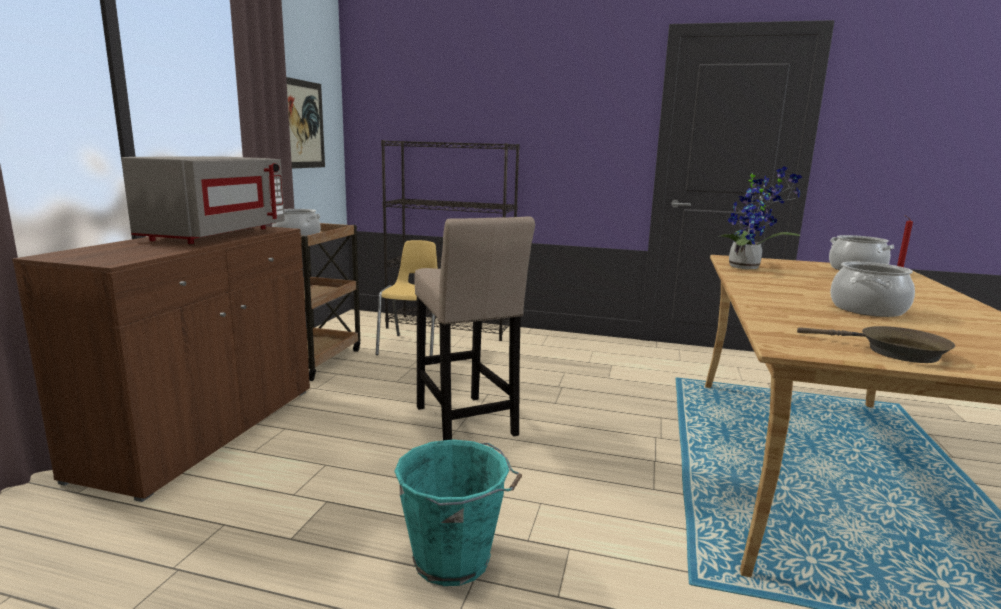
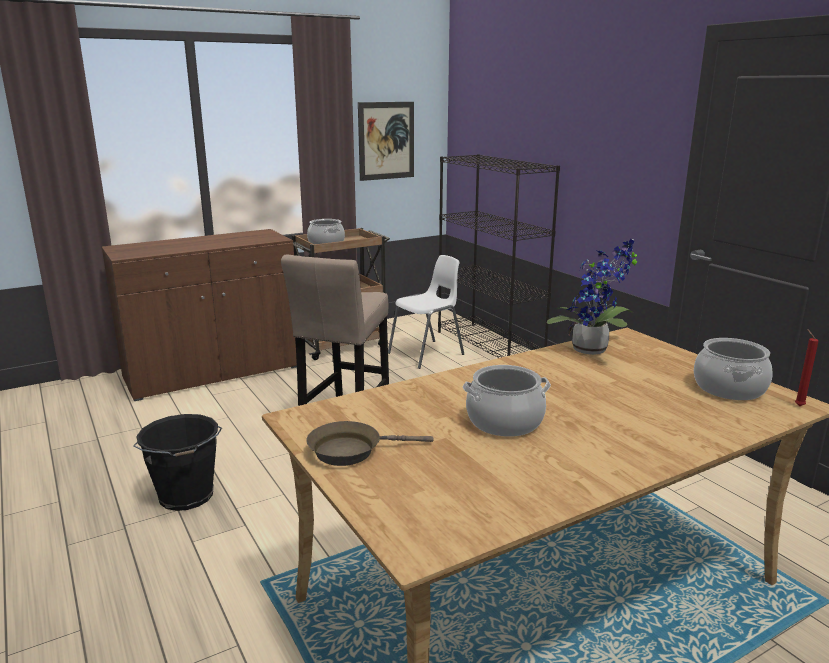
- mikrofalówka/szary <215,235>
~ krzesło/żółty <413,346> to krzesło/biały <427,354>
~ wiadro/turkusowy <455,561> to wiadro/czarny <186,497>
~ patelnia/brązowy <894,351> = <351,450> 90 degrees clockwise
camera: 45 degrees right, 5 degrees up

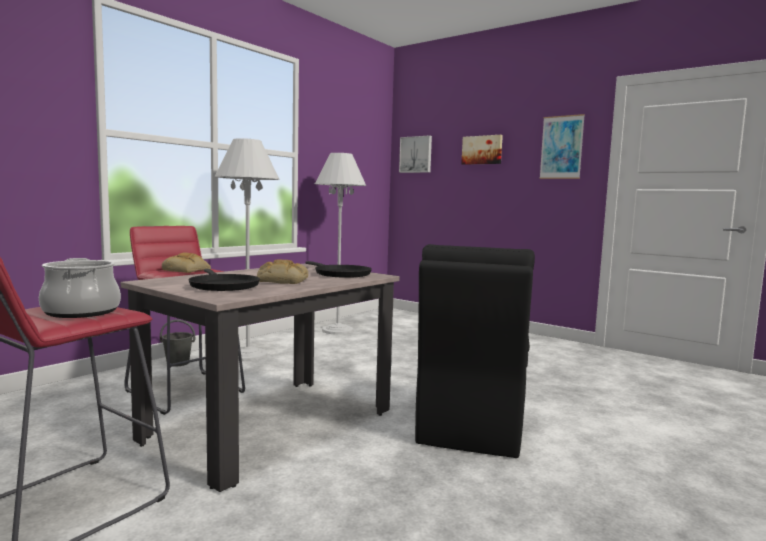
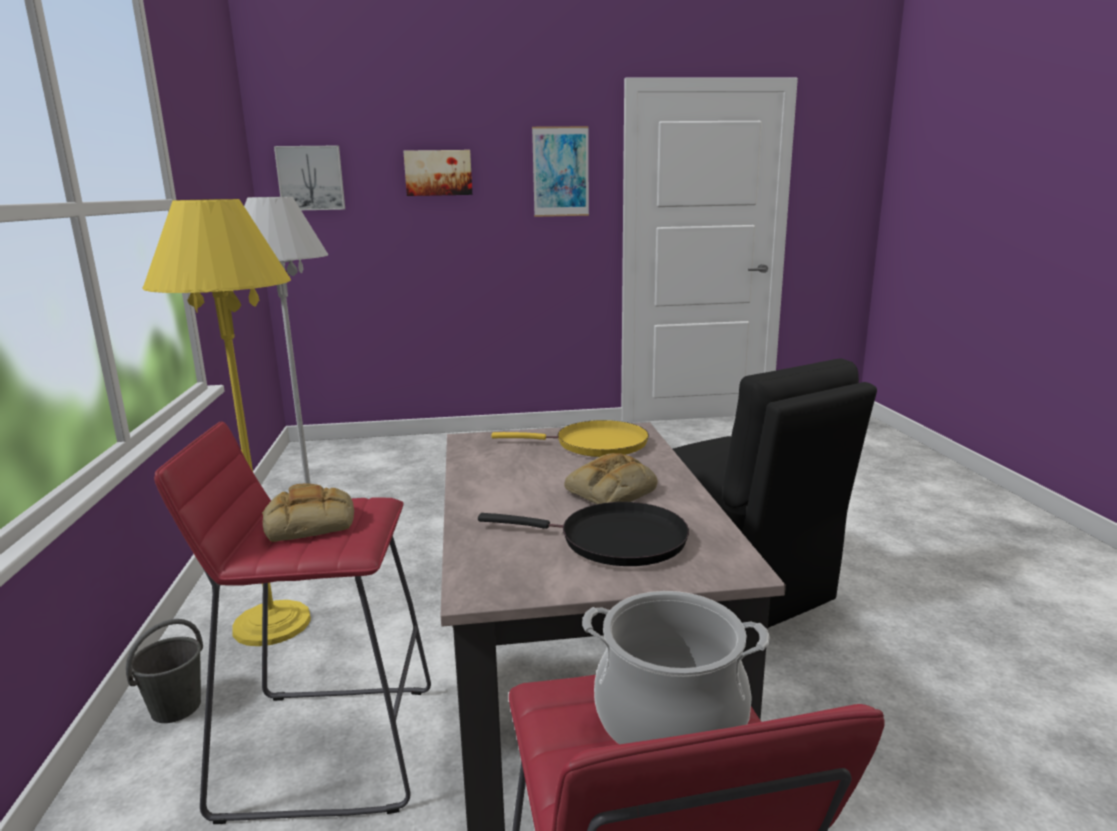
~ lampa stojąca/biały <248,355> to lampa stojąca/żółty <272,624>
~ patelnia/czarny <340,274> to patelnia/żółty <595,444>
camera: 45 degrees left, 10 degrees up

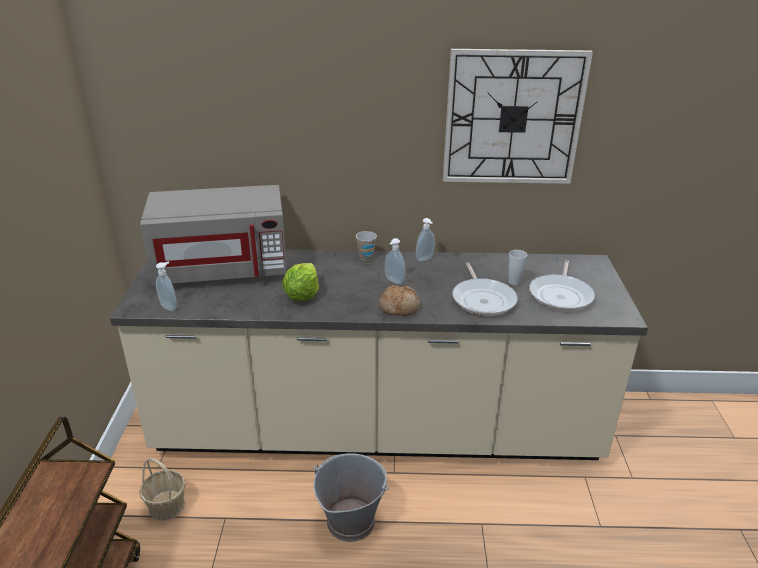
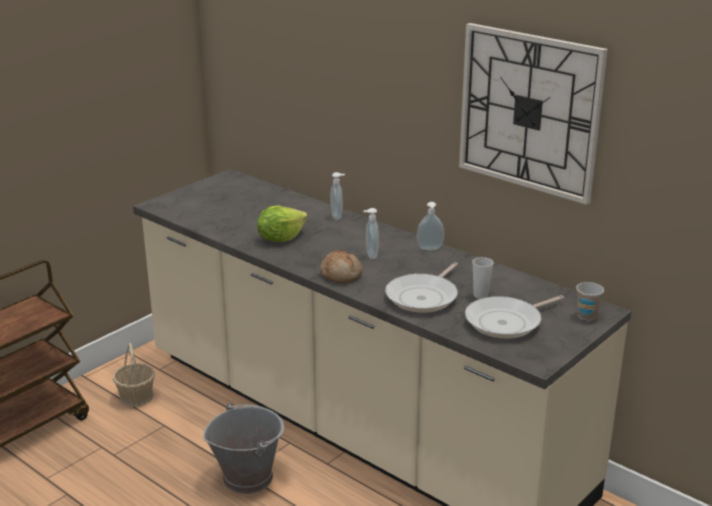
- mikrofalówka/szary <223,268>
~ dozownik mydła <169,306> to <337,216>
~ filiżanka <366,257> to <586,316>
camera: 40 degrees right, 5 degrees down

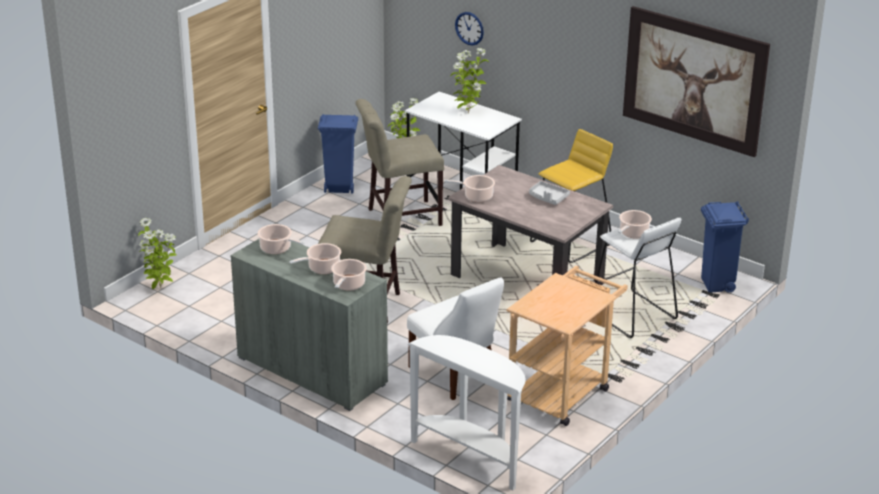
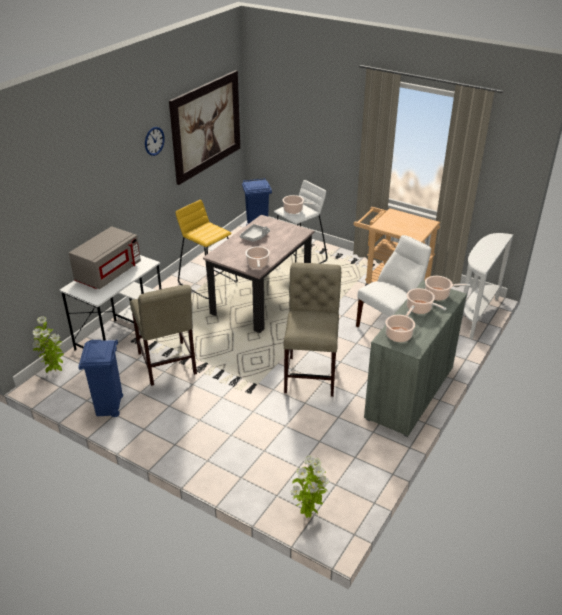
~ roślina doniczkowa <467,112> to mikrofalówka/szary <108,273>
~ zegar ścienny <469,28> to <154,141>
camera: 95 degrees left, 5 degrees up

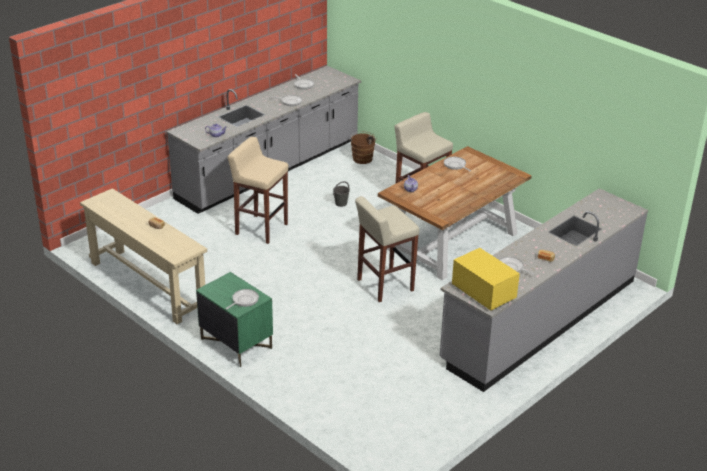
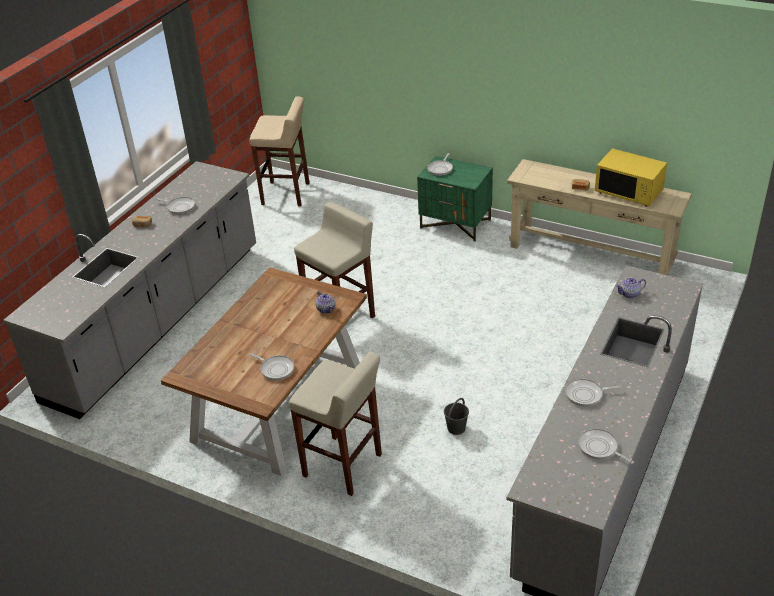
~ stołek/beżowy <260,229> to <286,194>
- wiadro/brązowy <362,158>
~ mikrofalówka/żółty <483,293> to <629,192>
camera: 165 degrees right, 5 degrees up

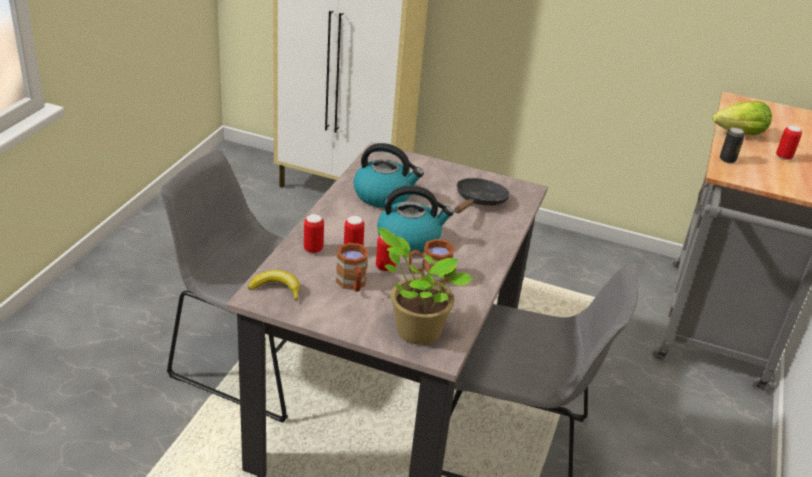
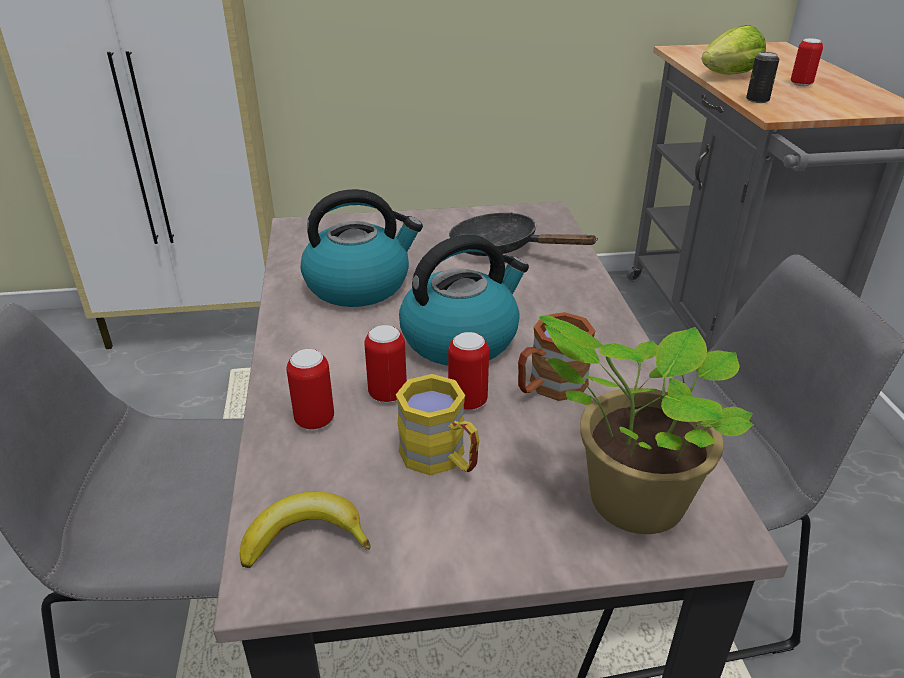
~ kubek/brązowy <352,284> to kubek/żółty <441,459>
~ patelnia/czarny <478,202> = <502,248> 60 degrees counterclockwise
camera: 25 degrees left, 0 degrees up

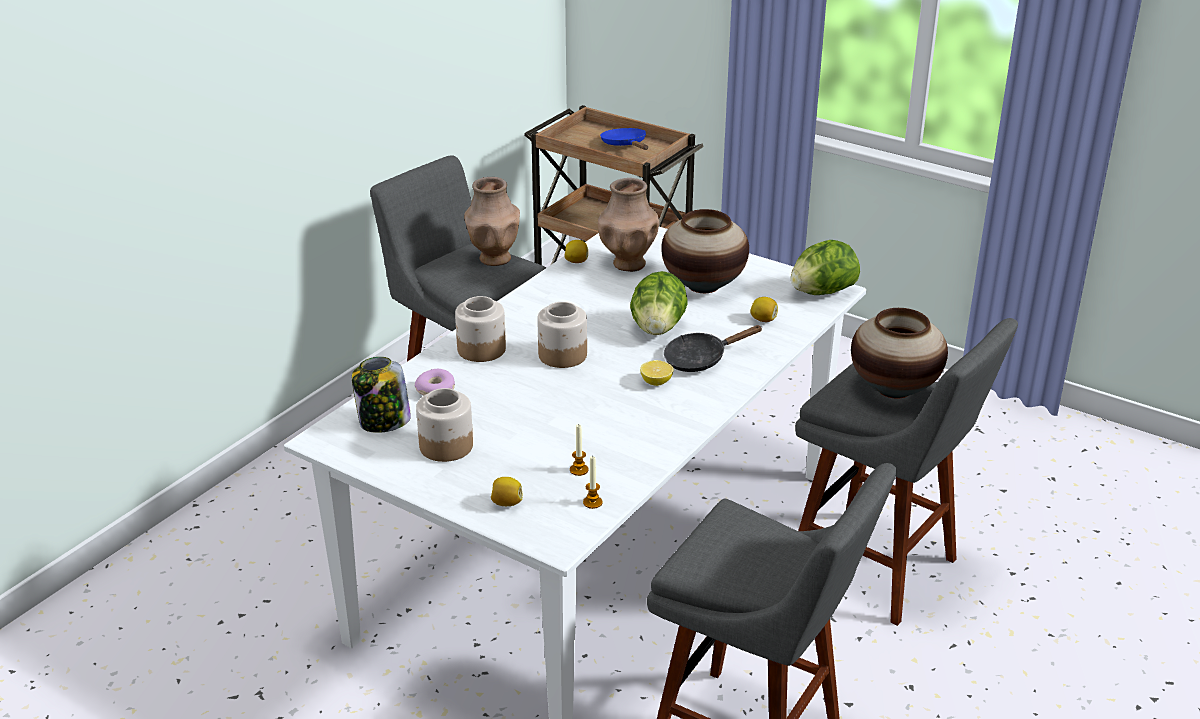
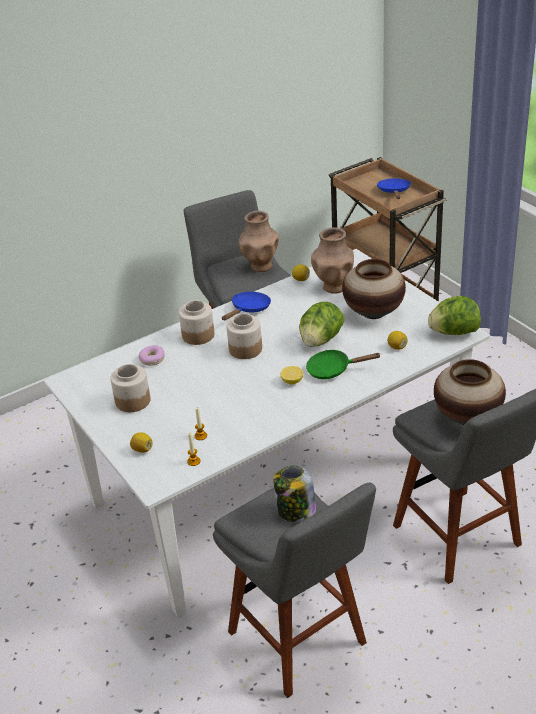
~ słoik <383,422> to <295,511>
~ patelnia/czarny <700,359> to patelnia/zielony <333,370>
+ patelnia/niebieski <249,309>
camera: 25 degrees right, 5 degrees up

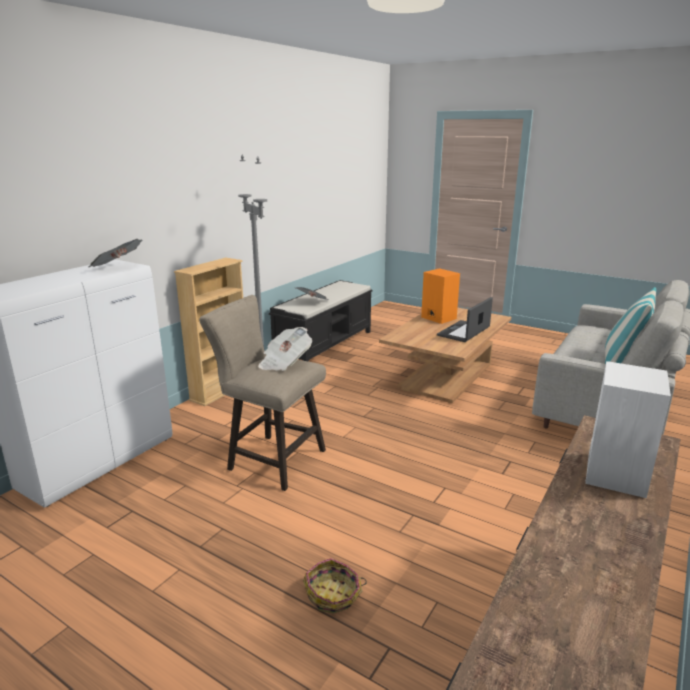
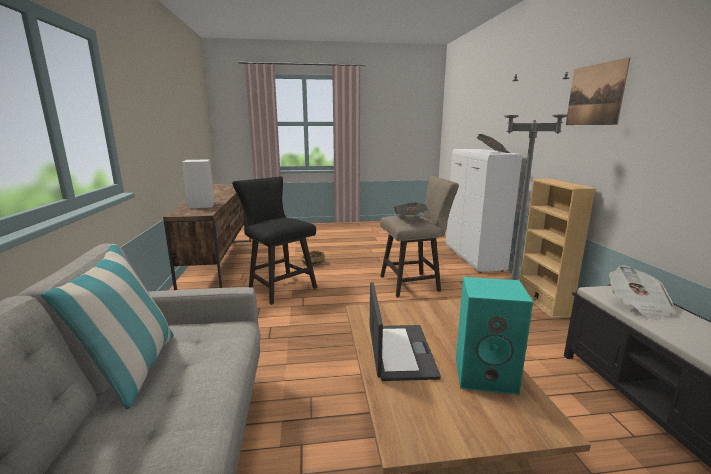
~ głośnik/pomarańczowy <437,318> to głośnik/turkusowy <486,374>
+ stołek/czarny <279,287>
+ obraz <595,95>
camera: 140 degrees right, 5 degrees down

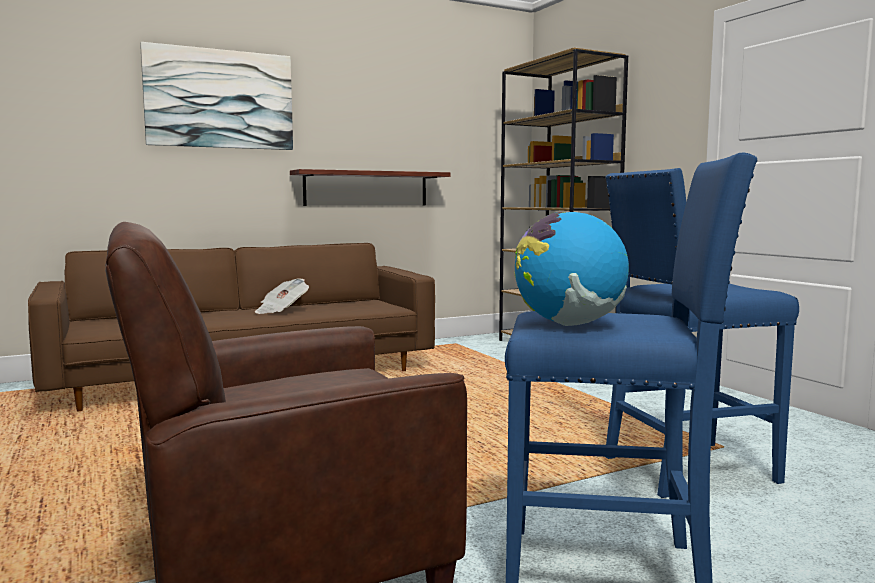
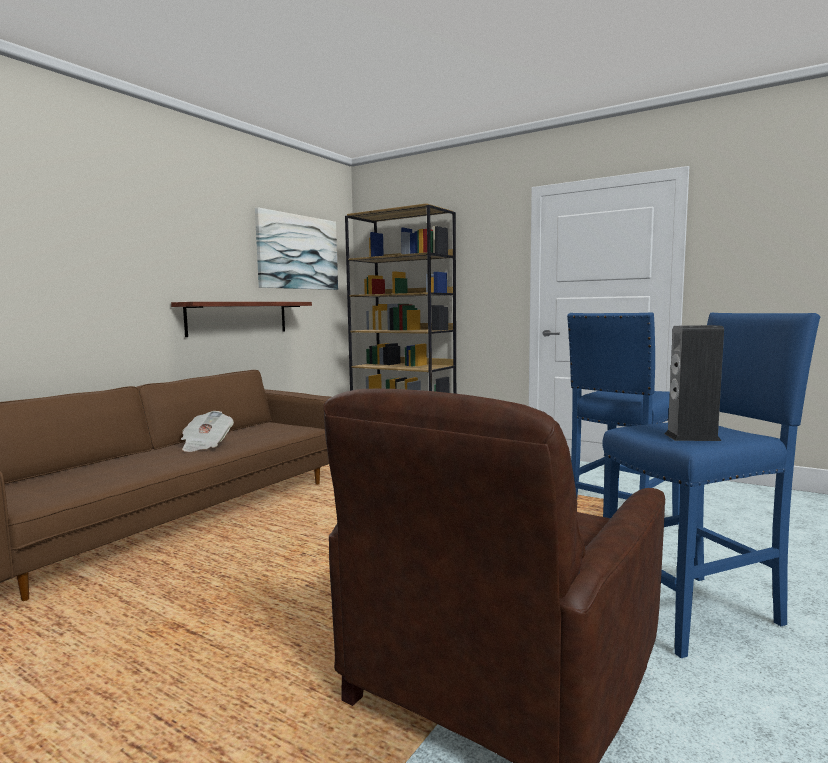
~ obraz <220,99> to <298,252>
~ globus <568,324> to głośnik <692,437>
camera: 30 degrees left, 0 degrees up

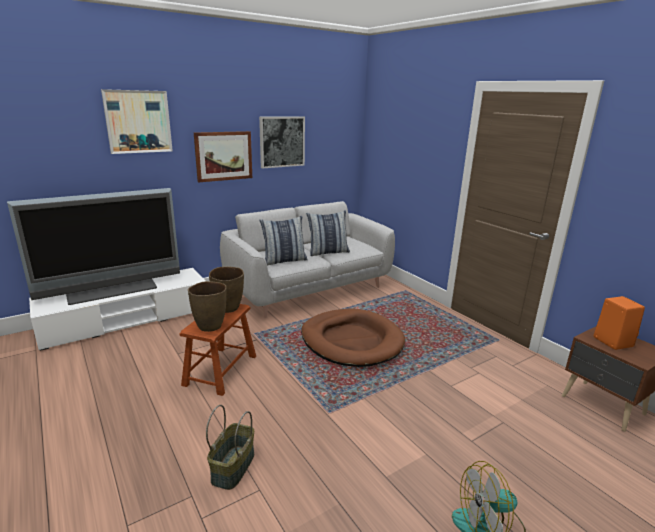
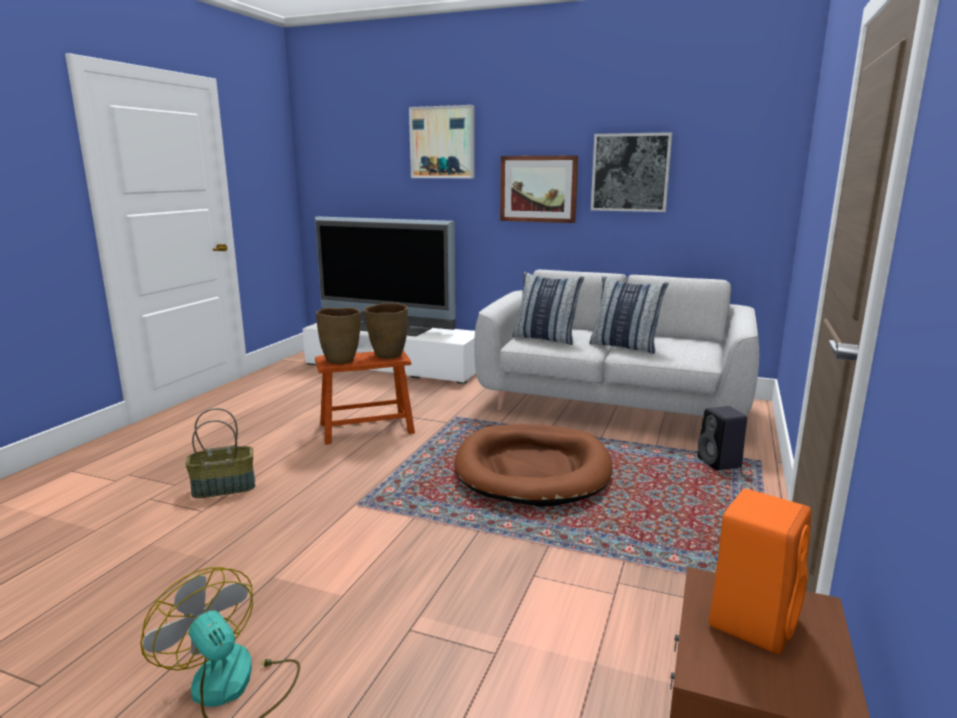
+ głośnik/czarny <720,463>
camera: 55 degrees right, 5 degrees down

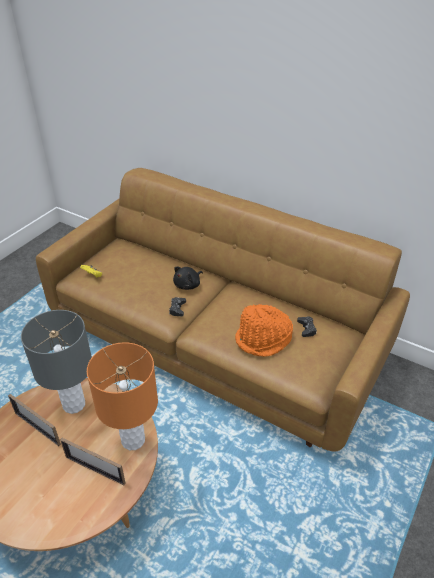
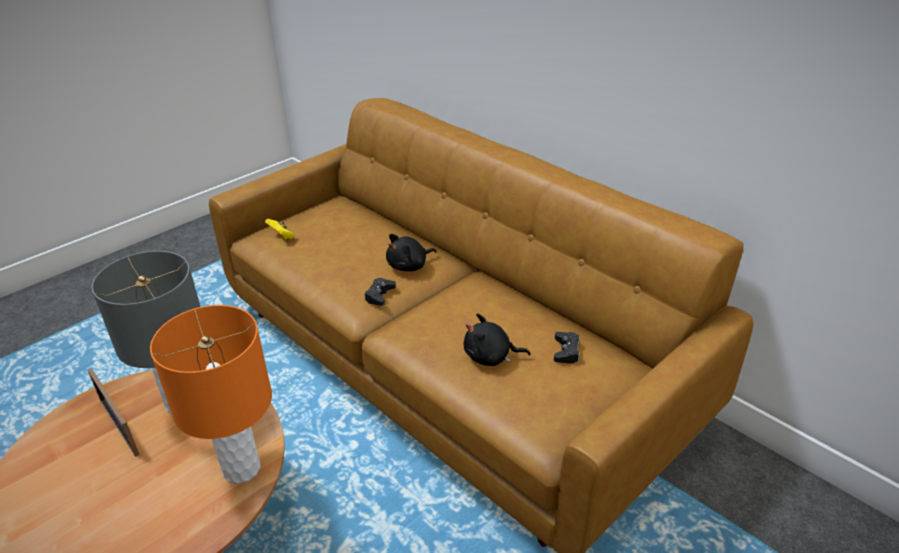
- ramka na zdjęcie <95,470>
~ kapelusz/pomarańczowy <263,340> to pluszak/czarny <490,357>
camera: 15 degrees right, 5 degrees down

